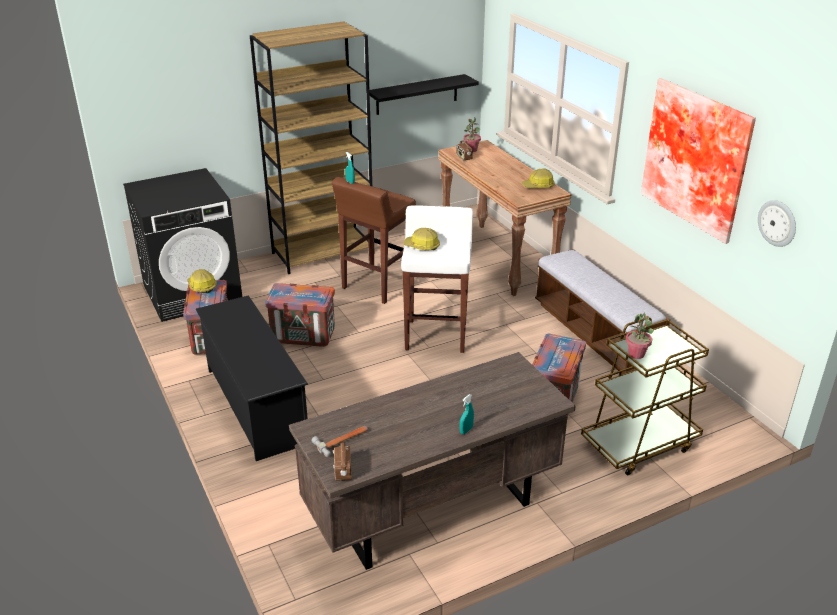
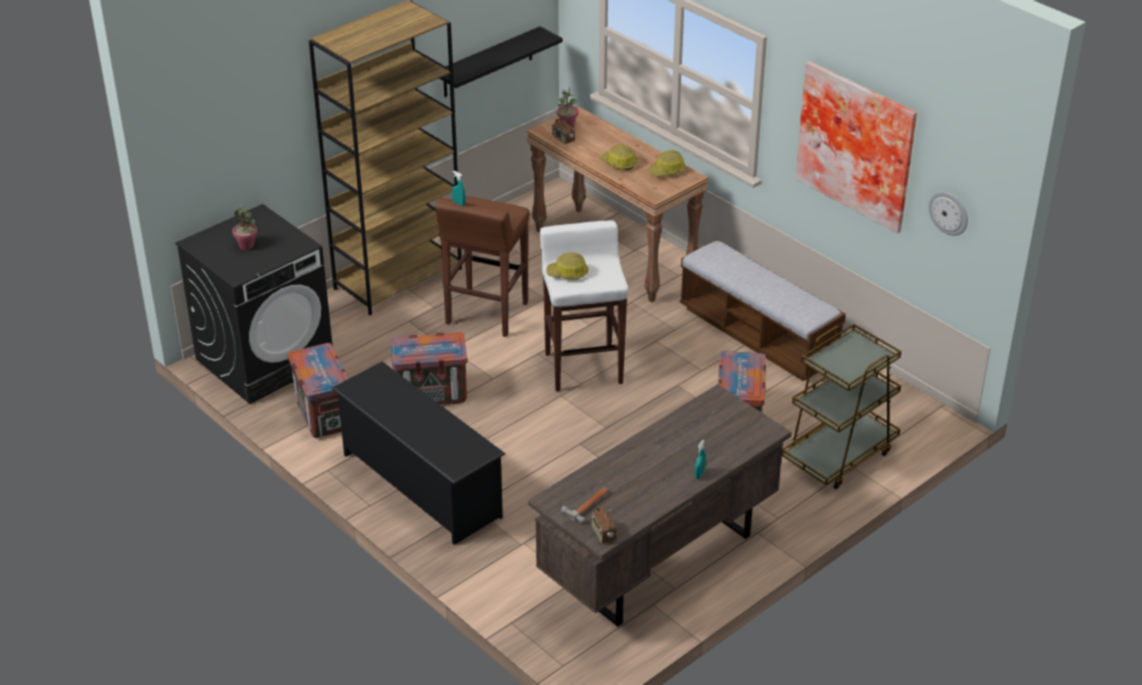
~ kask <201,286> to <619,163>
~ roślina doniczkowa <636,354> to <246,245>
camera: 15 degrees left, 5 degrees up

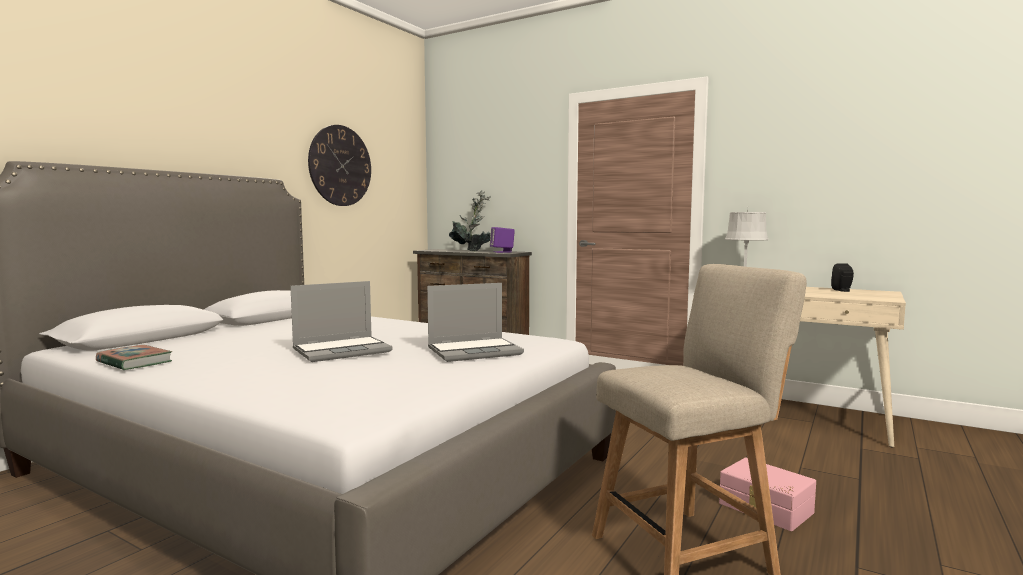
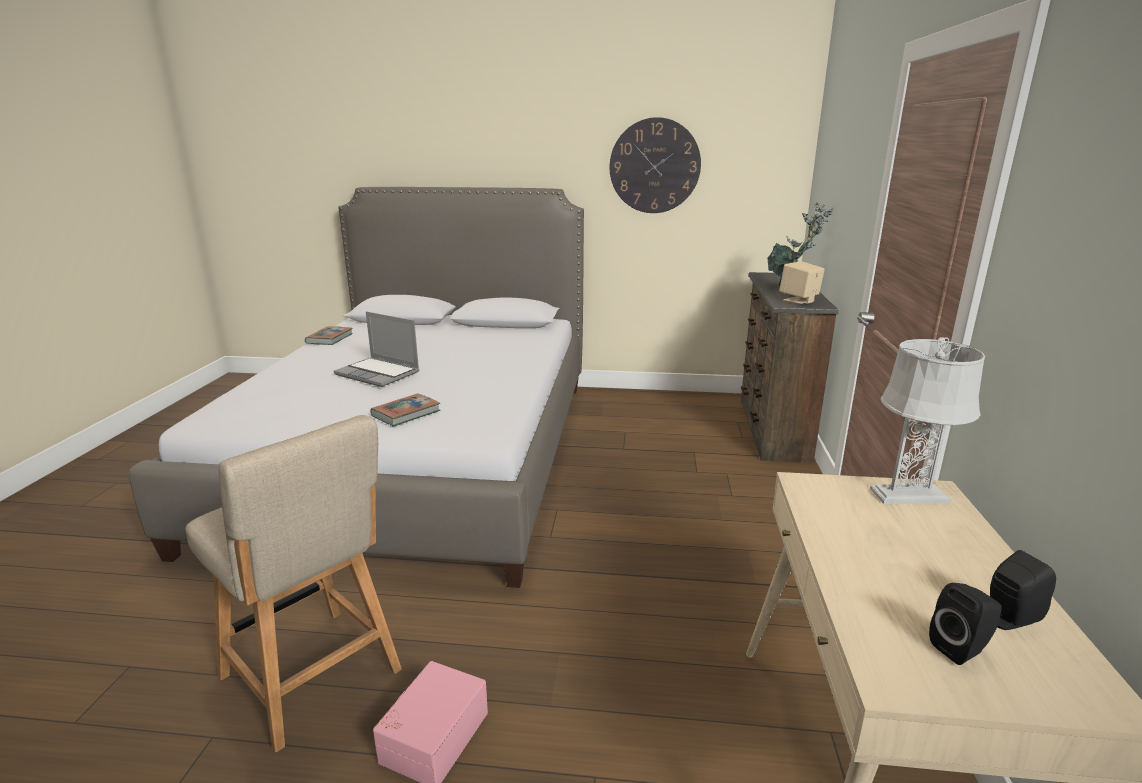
~ laptop <475,351> to książka <406,413>
~ głośnik/fioletowy <502,252> to głośnik/beżowy <799,300>
+ głośnik/czarny <961,649>
camera: 65 degrees right, 15 degrees up

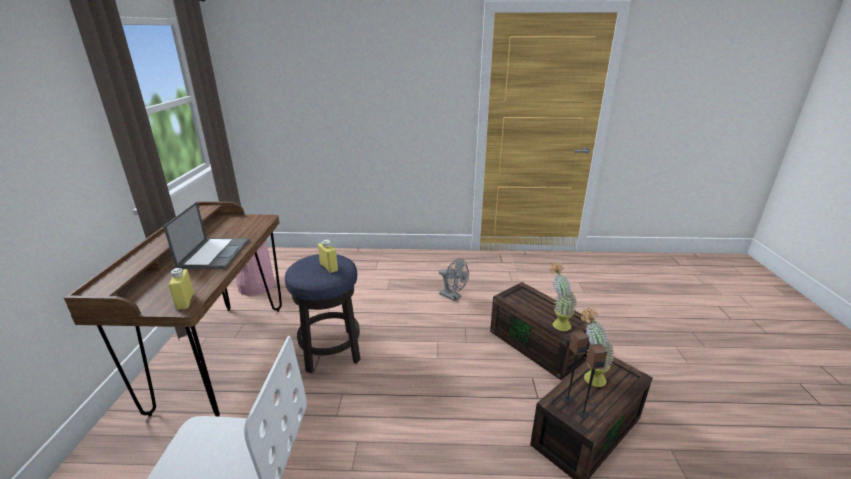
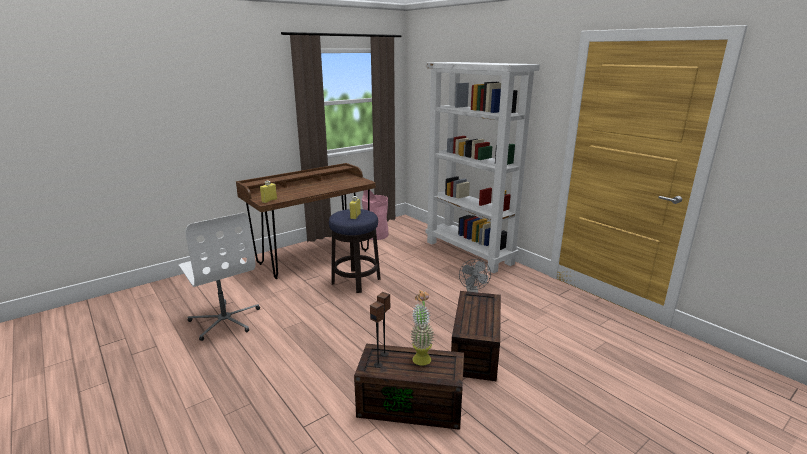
- laptop <215,253>
- roślina doniczkowa <557,323>
+ regał/biały <469,252>
camera: 50 degrees right, 5 degrees down

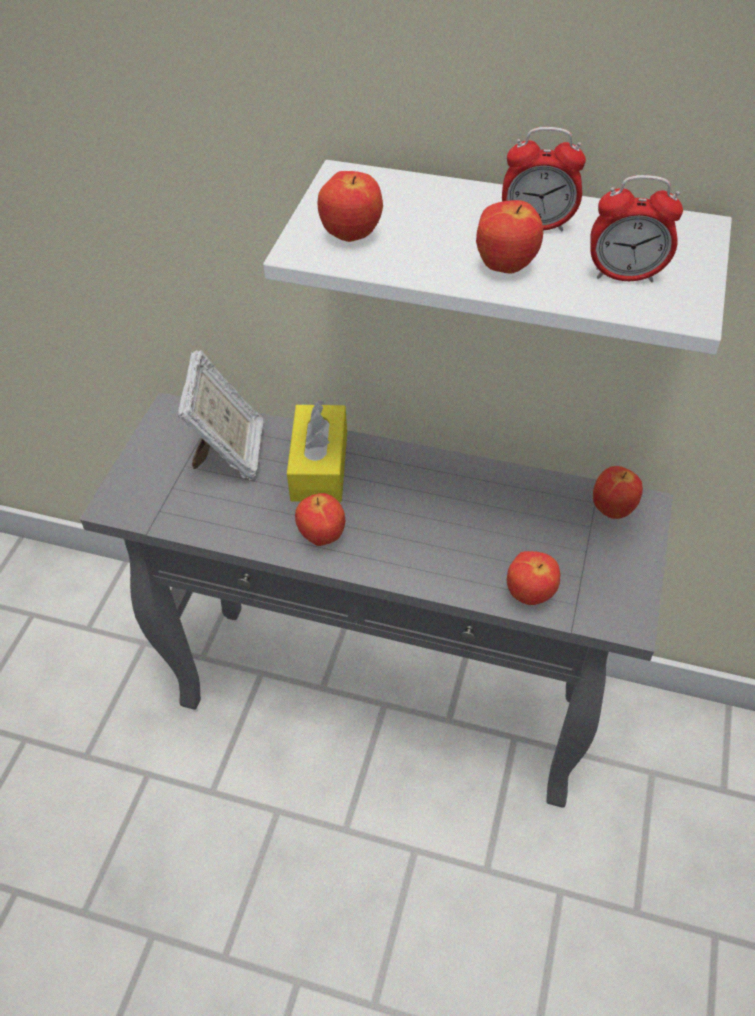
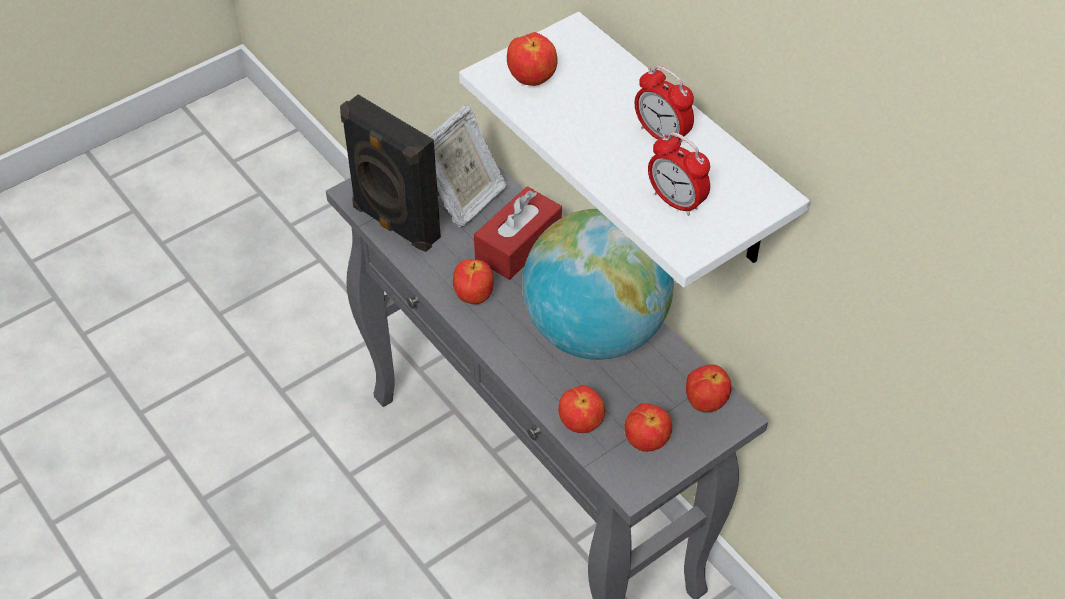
~ pudełko chusteczek/żółty <319,466> to pudełko chusteczek/czerwony <518,245>
~ jabłko <506,267> to <646,442>
+ głośnik/czarny <394,224>
+ globus <595,331>
camera: 35 degrees right, 0 degrees up

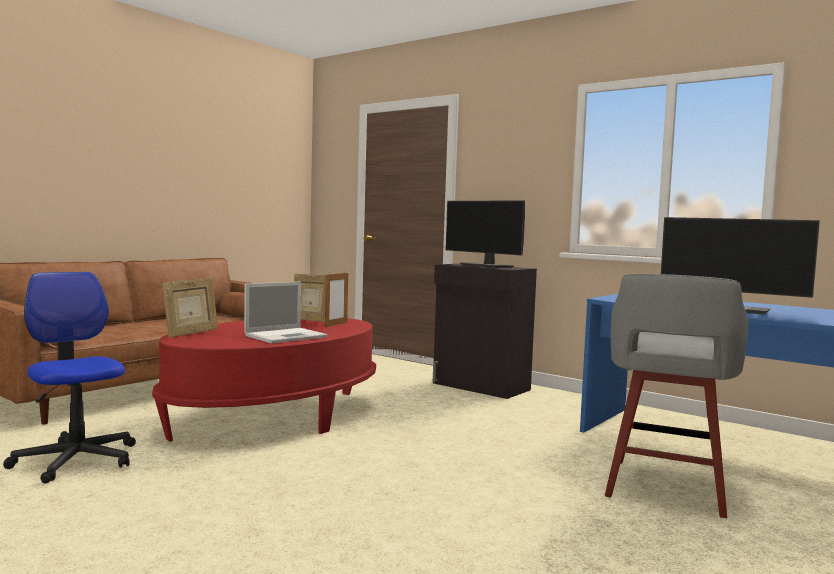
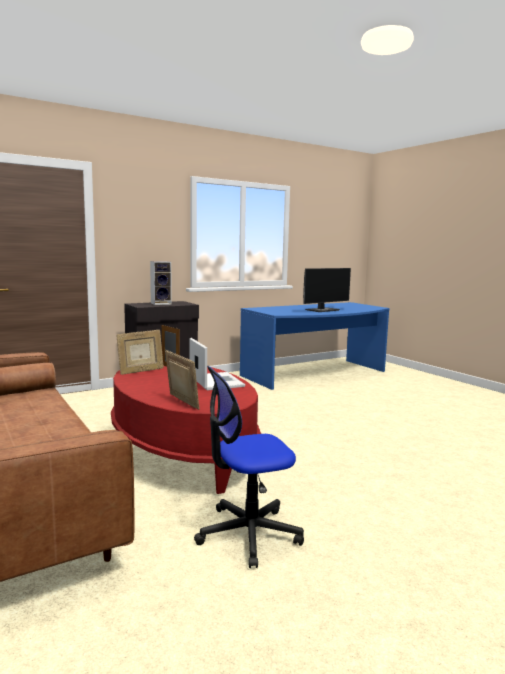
~ monitor <487,266> to głośnik <161,303>
- stołek/szary <665,488>
camera: 70 degrees left, 5 degrees up

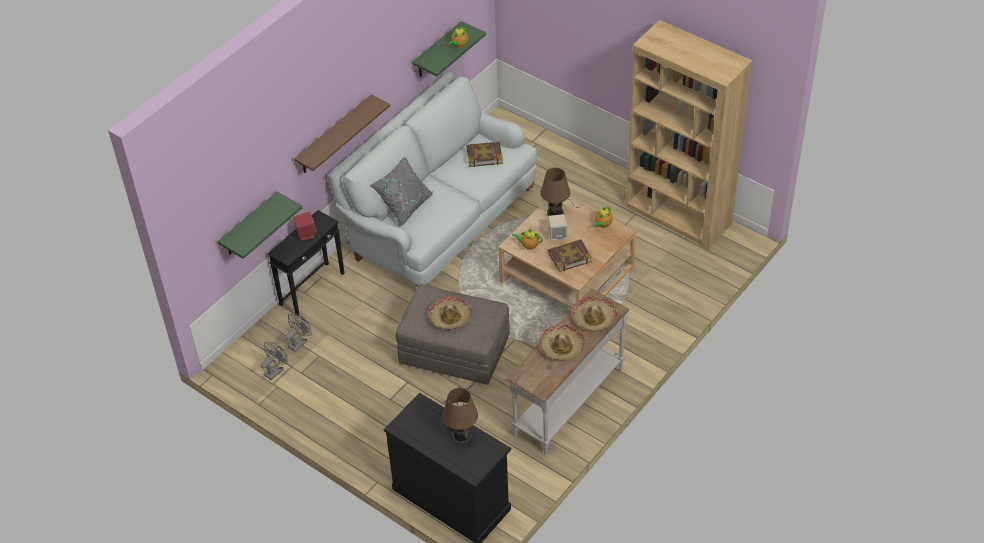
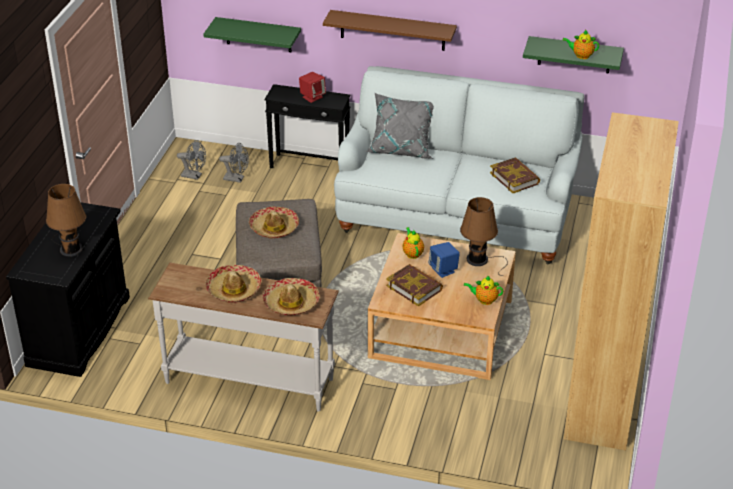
~ głośnik/beżowy <557,235> to głośnik/niebieski <443,270>
camera: 65 degrees right, 10 degrees down

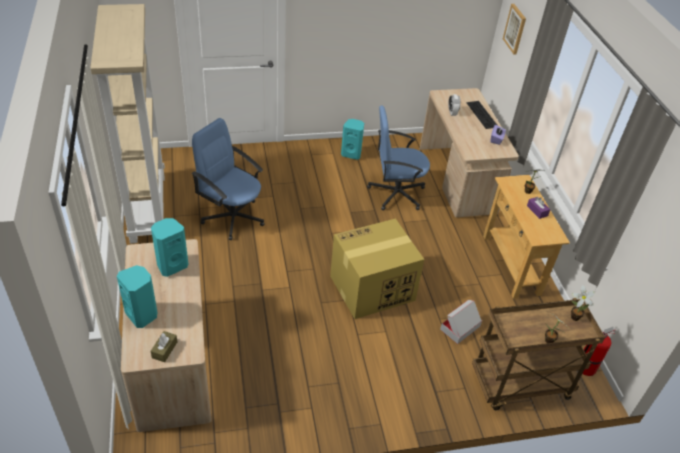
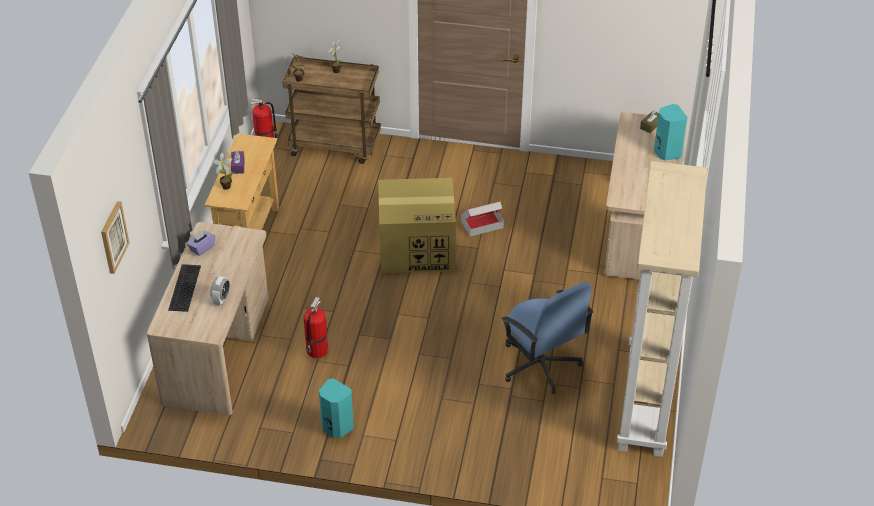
- głośnik/turkusowy <171,265>
~ krzesło biurowe/niebieski <395,193> to gaśnica <316,351>
~ karton <460,328> to <482,224>
camera: 155 degrees left, 0 degrees up

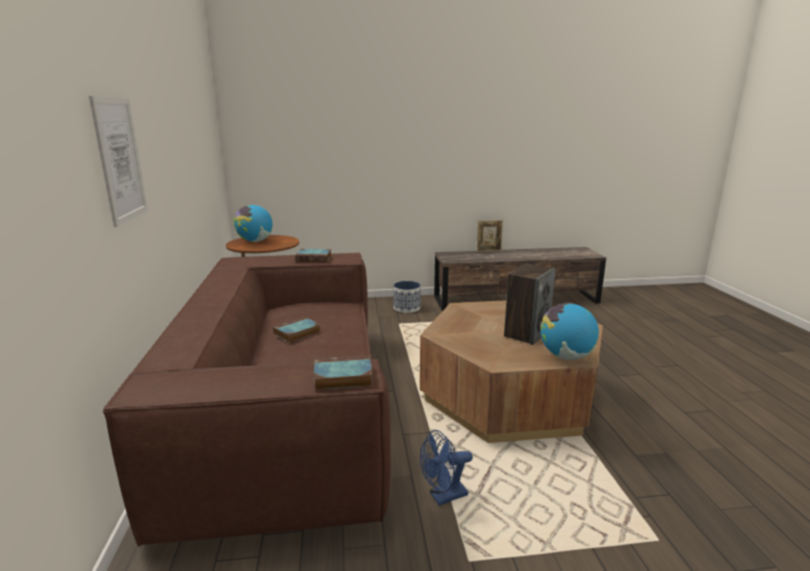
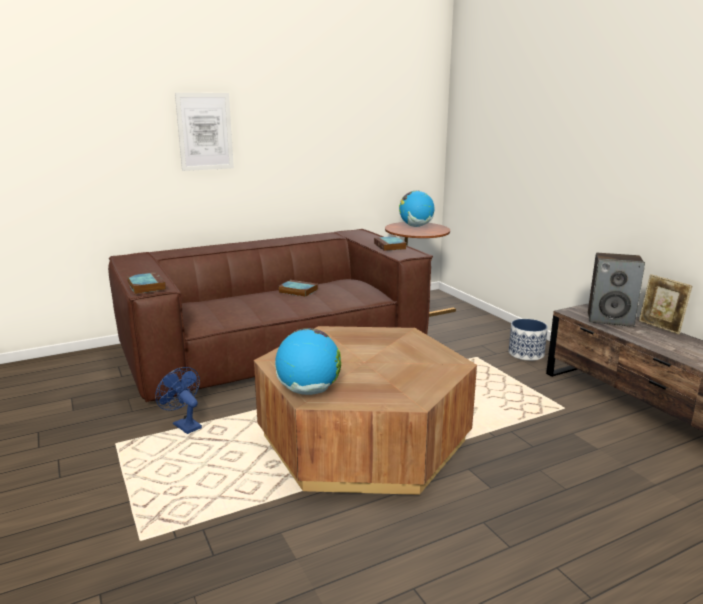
~ głośnik <526,333> to <610,319>
camera: 70 degrees right, 0 degrees up

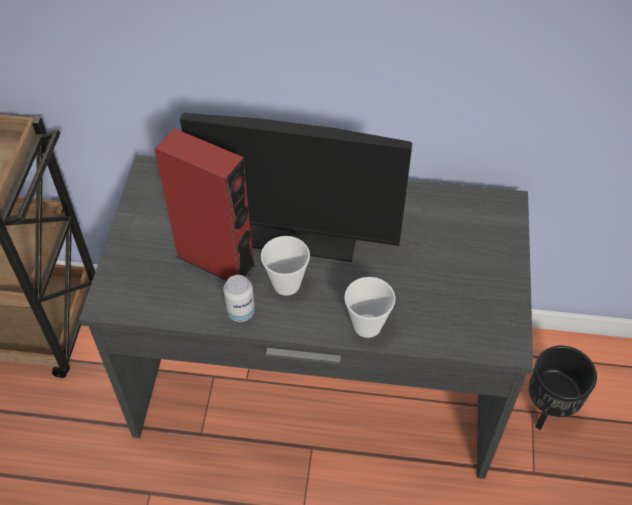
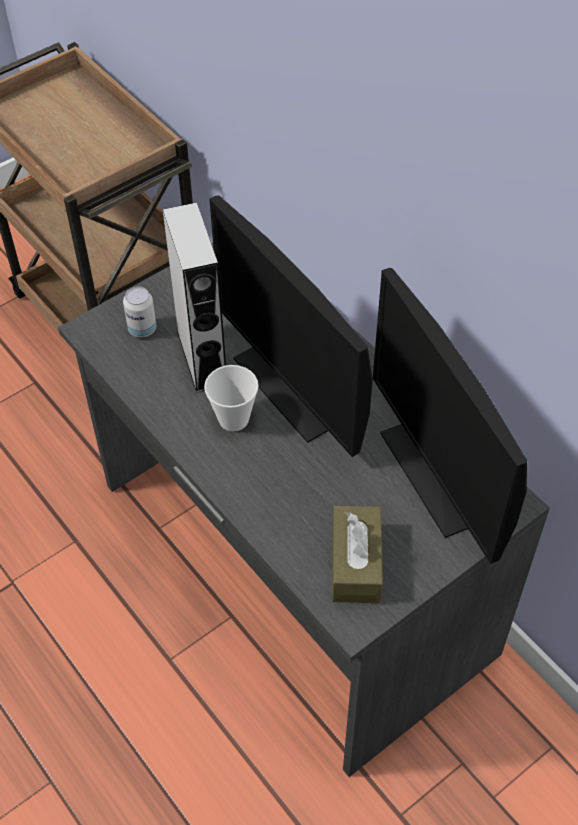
~ głośnik/czerwony <216,261> to głośnik/szary <202,358>
~ puszka <240,312> to <142,329>
- filiżanka <367,325>
- donica/czarny <547,410>
+ pudełko chusteczek/brązowy <356,563>
+ monitor <439,473>
camera: 45 degrees right, 0 degrees up

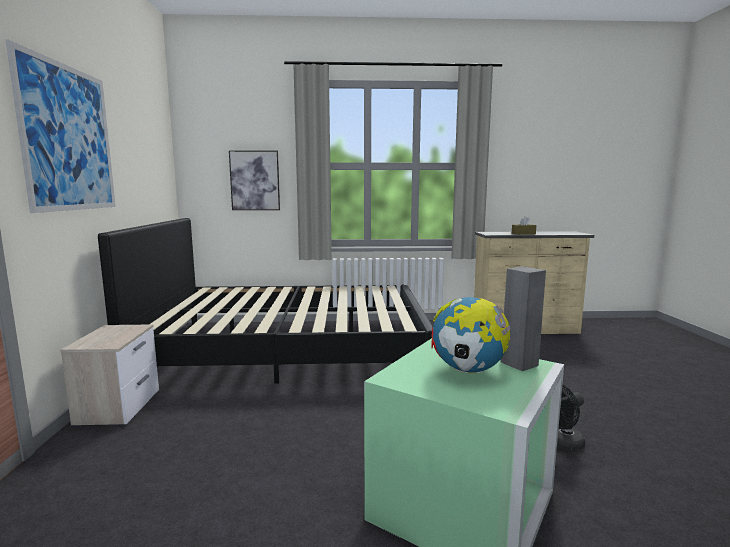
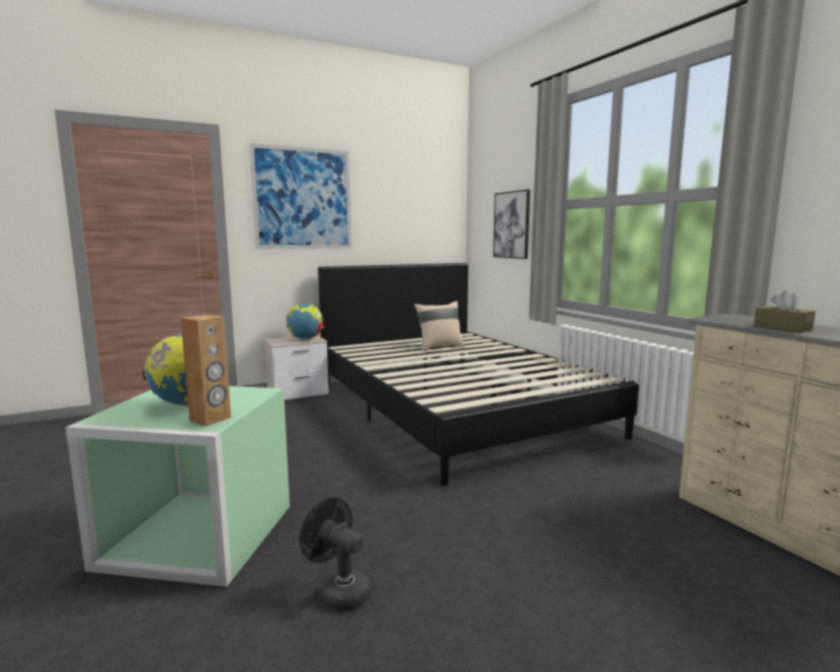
~ głośnik/szary <519,363> to głośnik/brązowy <211,419>
+ globus <305,339>
+ poduszka/beżowy <439,347>
camera: 65 degrees right, 0 degrees up

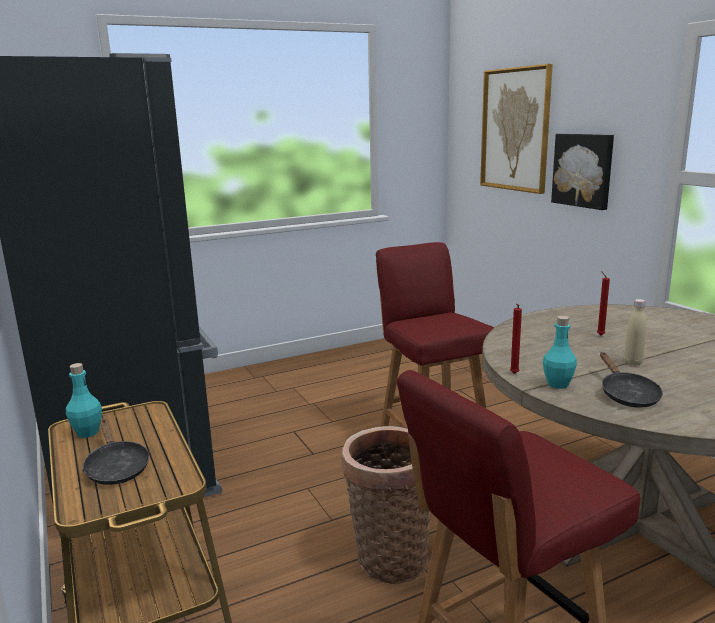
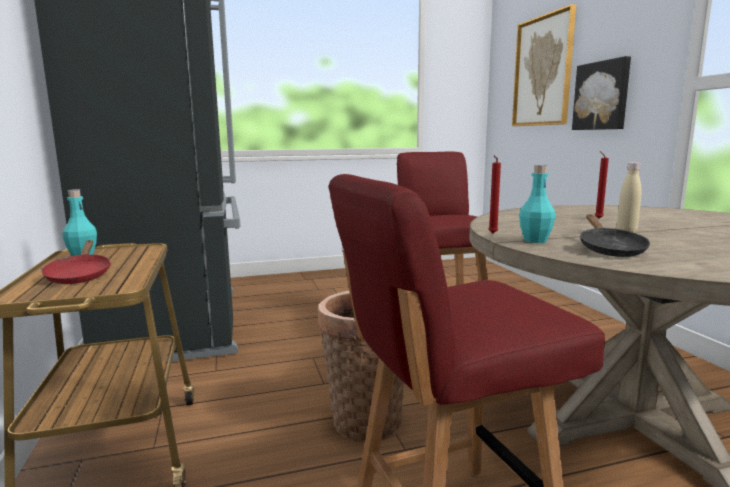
~ patelnia/czarny <116,468> to patelnia/czerwony <79,275>
camera: 10 degrees right, 5 degrees down

